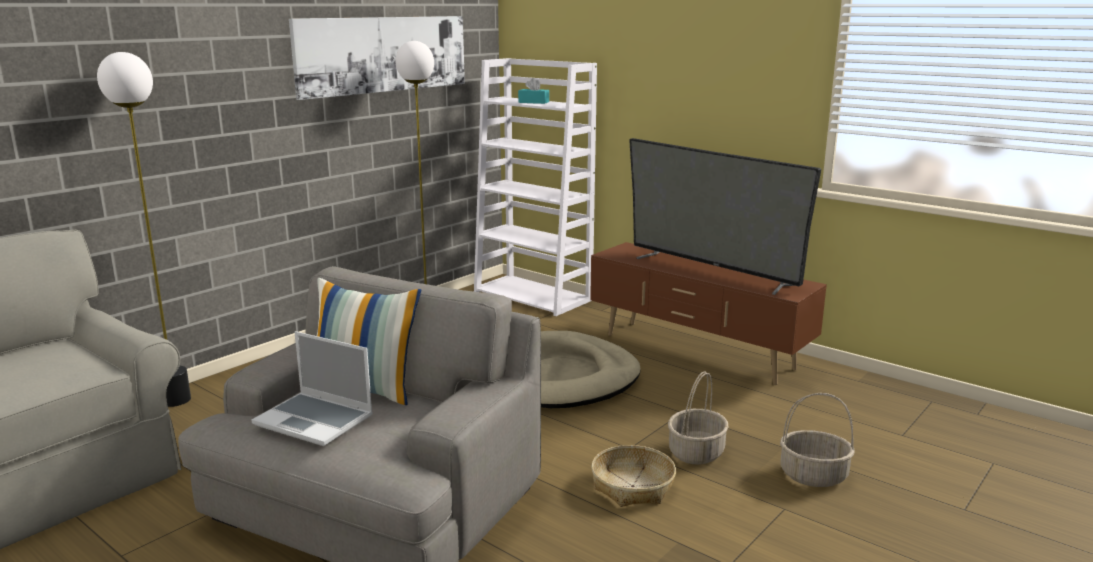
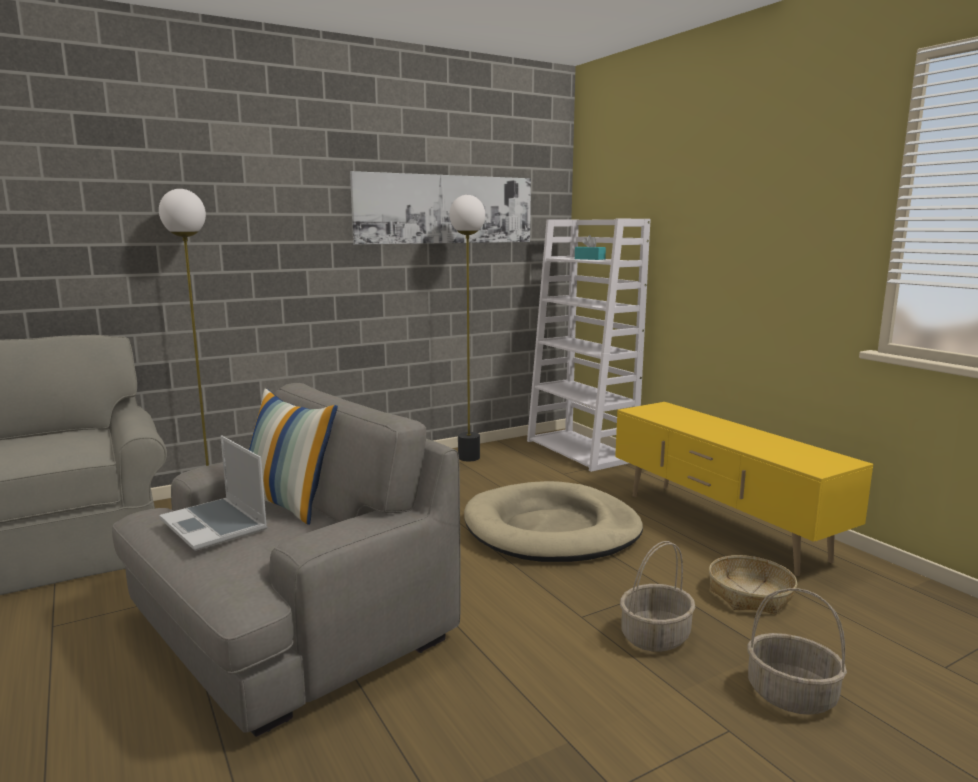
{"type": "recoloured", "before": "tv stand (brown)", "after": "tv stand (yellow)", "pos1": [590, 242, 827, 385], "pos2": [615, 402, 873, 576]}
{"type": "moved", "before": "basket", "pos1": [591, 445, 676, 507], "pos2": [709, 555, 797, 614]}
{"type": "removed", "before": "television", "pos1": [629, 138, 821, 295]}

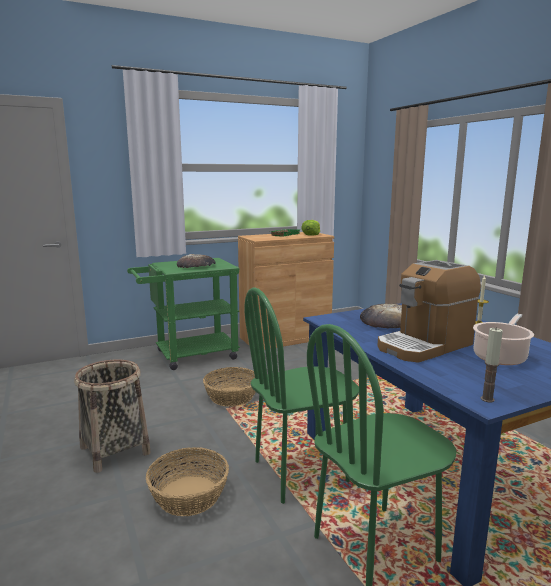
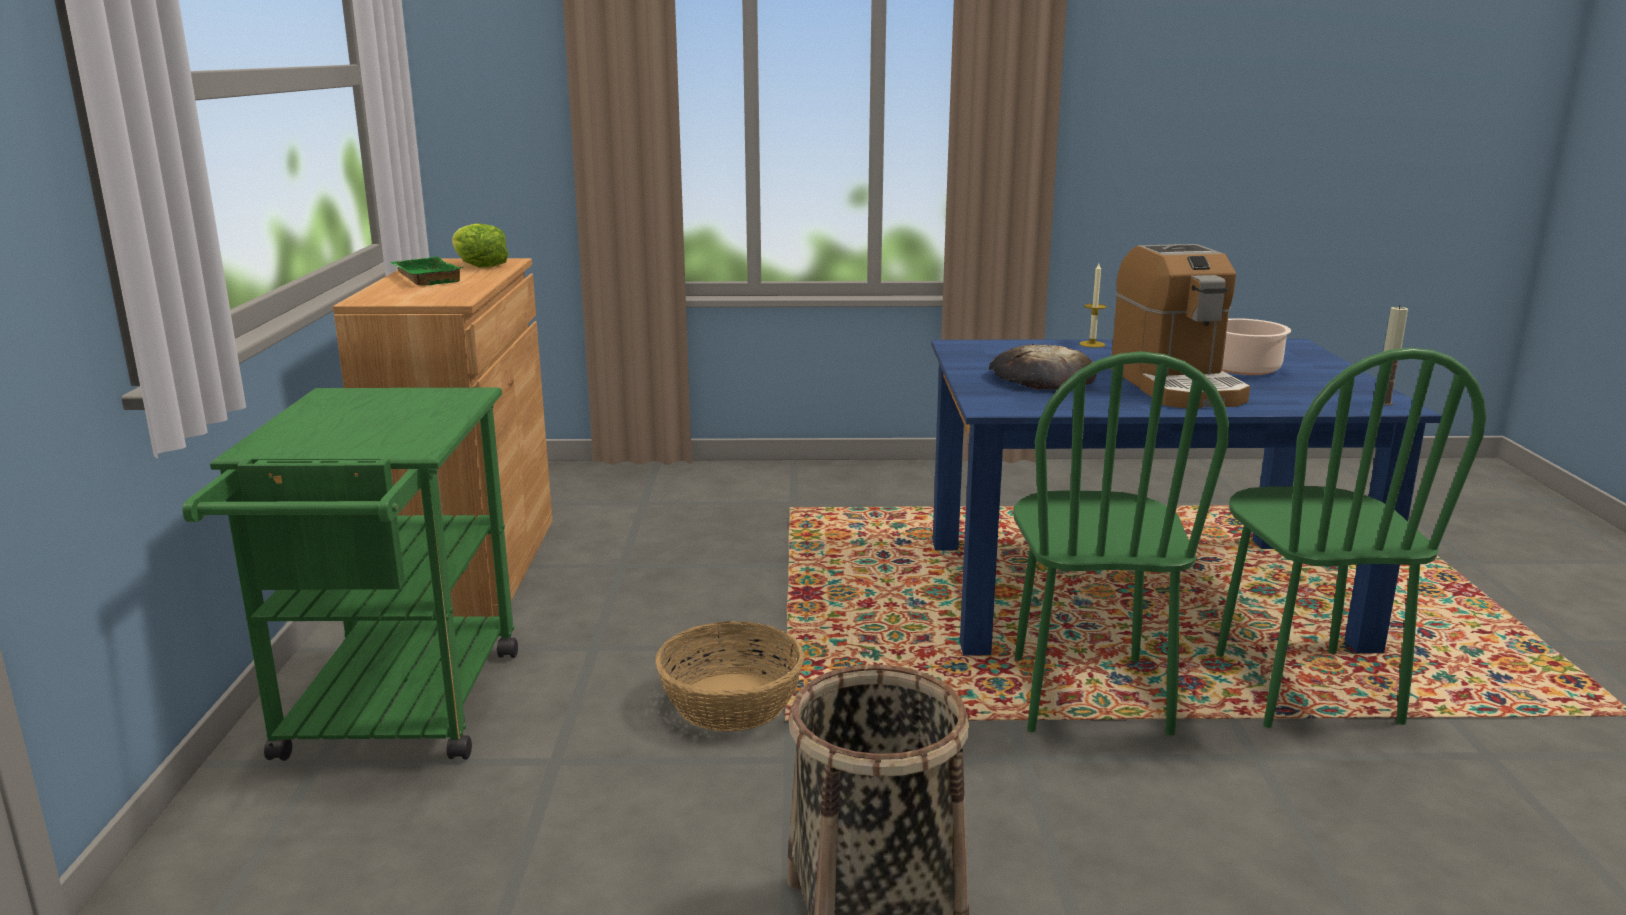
{"type": "removed", "before": "basket", "pos1": [146, 447, 229, 516]}
{"type": "removed", "before": "bread", "pos1": [177, 254, 216, 268]}

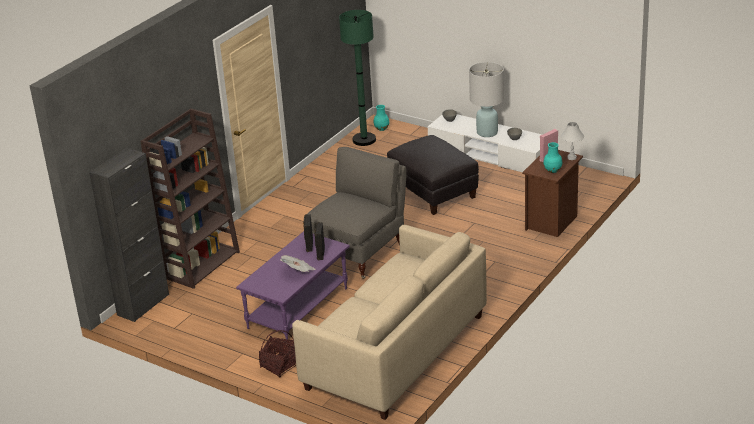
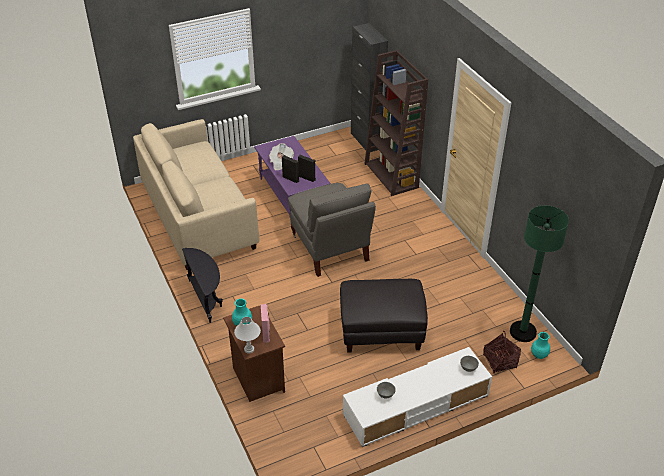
{"type": "moved", "before": "basket", "pos1": [259, 330, 296, 378], "pos2": [483, 331, 521, 373]}
{"type": "removed", "before": "table lamp (white)", "pos1": [469, 62, 504, 137]}
{"type": "added", "after": "side table (black)", "pos2": [182, 248, 223, 323]}

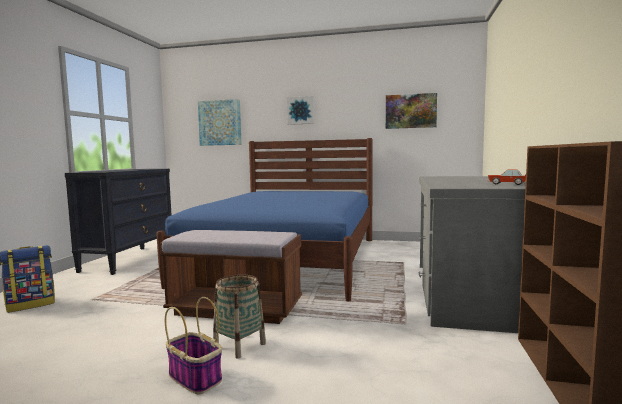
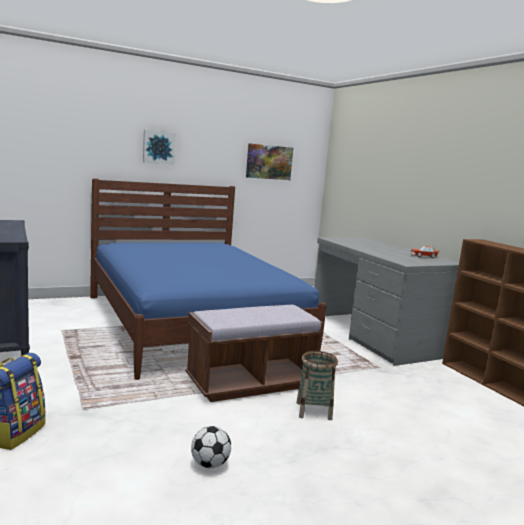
{"type": "removed", "before": "basket", "pos1": [165, 297, 222, 395]}
{"type": "removed", "before": "picture", "pos1": [198, 99, 242, 146]}
{"type": "added", "after": "football", "pos2": [191, 426, 231, 468]}

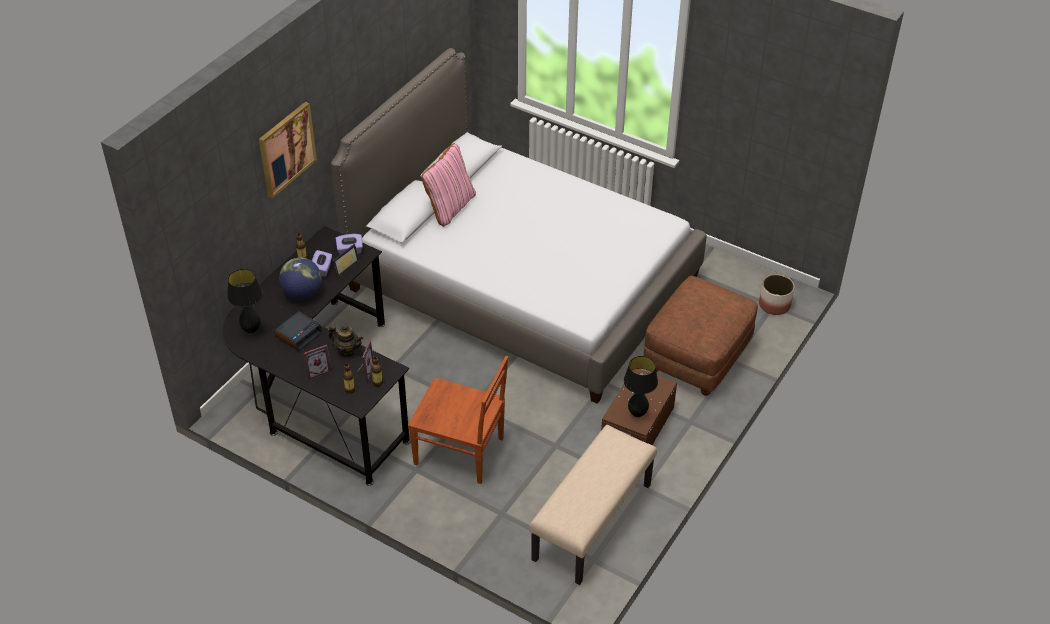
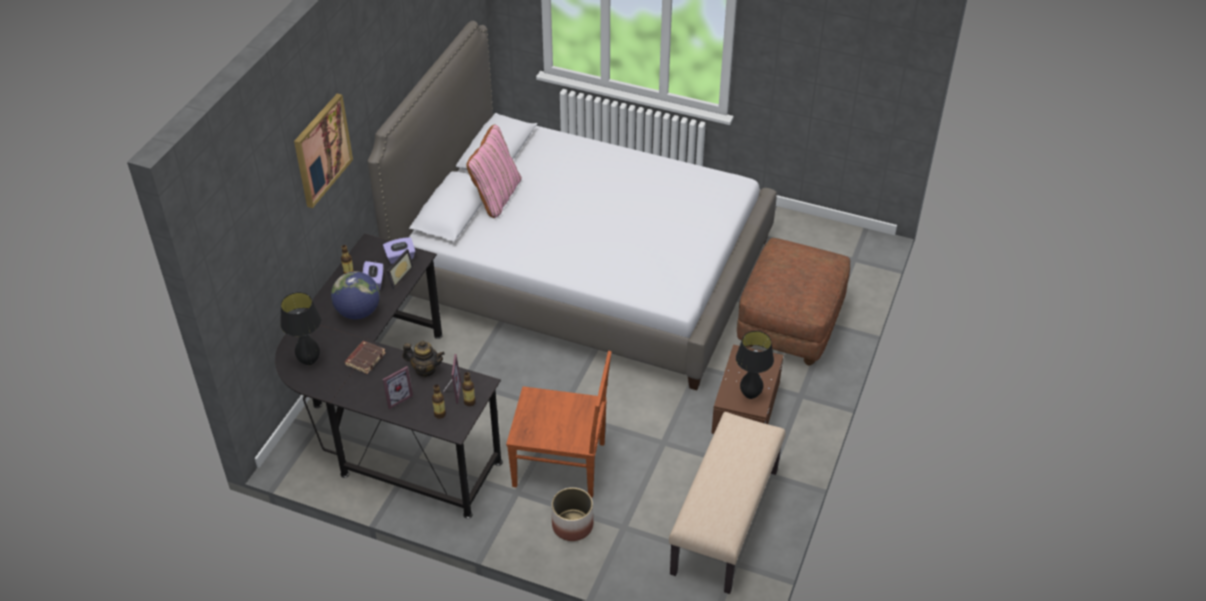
{"type": "replaced", "before": "alarm clock", "after": "book (brown)", "pos1": [274, 311, 322, 351], "pos2": [344, 341, 386, 374]}
{"type": "moved", "before": "planter", "pos1": [759, 274, 794, 315], "pos2": [551, 487, 593, 541]}

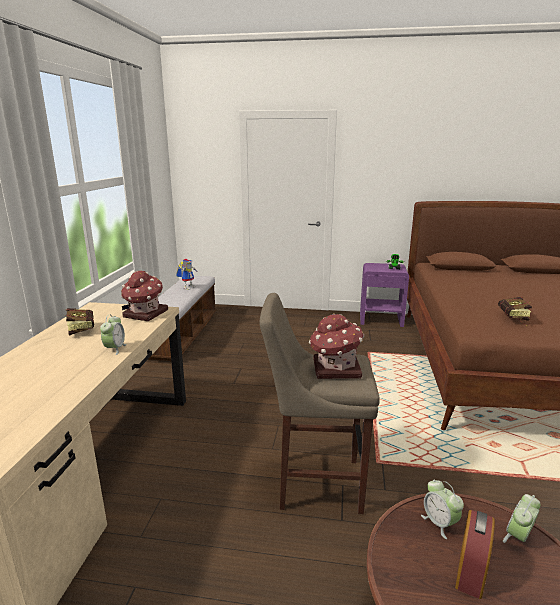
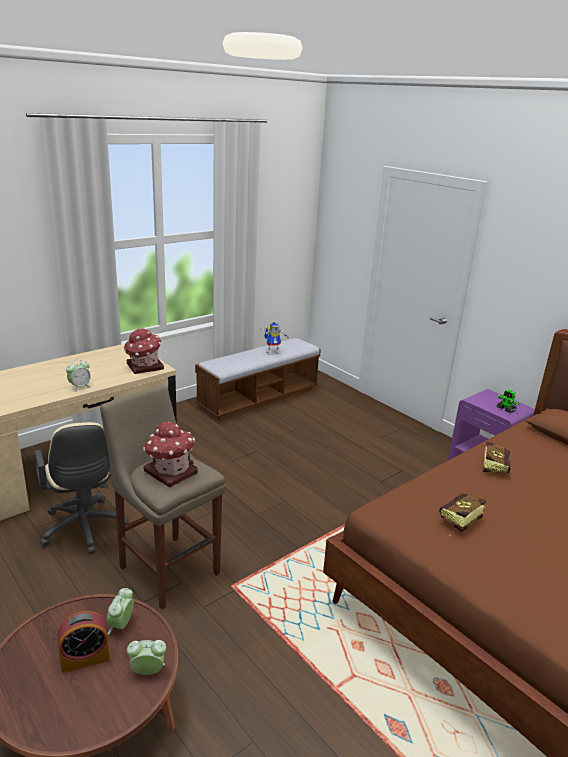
{"type": "moved", "before": "book", "pos1": [65, 308, 94, 336], "pos2": [483, 441, 510, 474]}
{"type": "added", "after": "office chair (beige)", "pos2": [34, 422, 128, 554]}

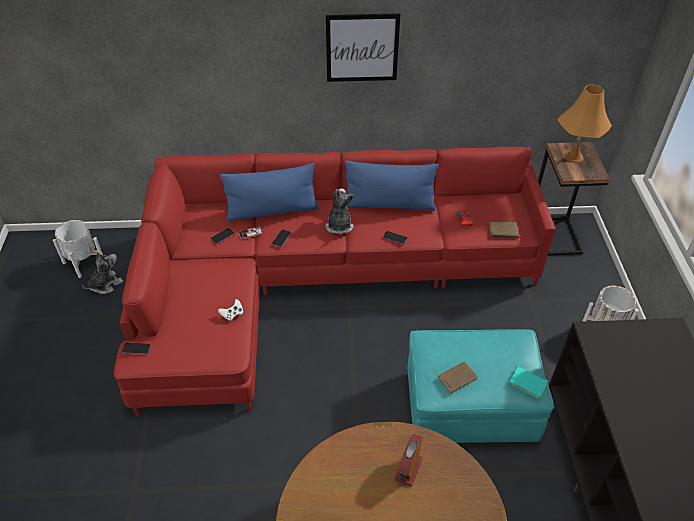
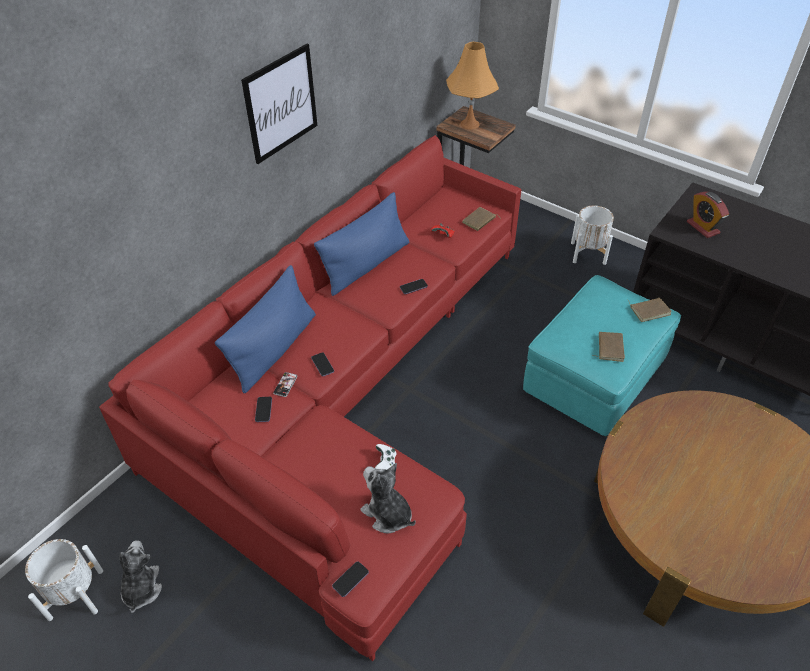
{"type": "moved", "before": "plush toy", "pos1": [326, 188, 354, 234], "pos2": [360, 463, 416, 534]}
{"type": "moved", "before": "alarm clock", "pos1": [394, 434, 423, 486], "pos2": [687, 192, 729, 238]}
{"type": "recoloured", "before": "book (turquoise)", "after": "book (brown)", "pos1": [508, 362, 548, 399], "pos2": [628, 298, 672, 322]}

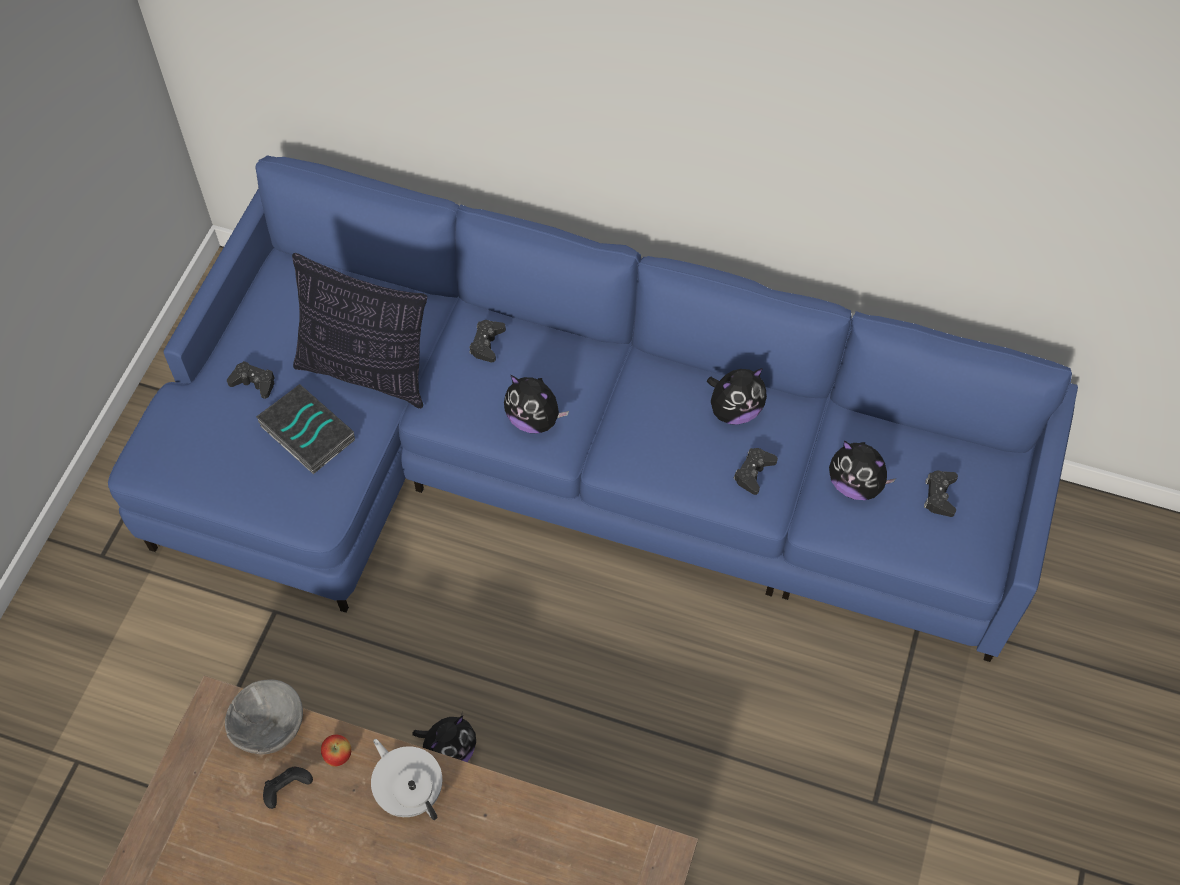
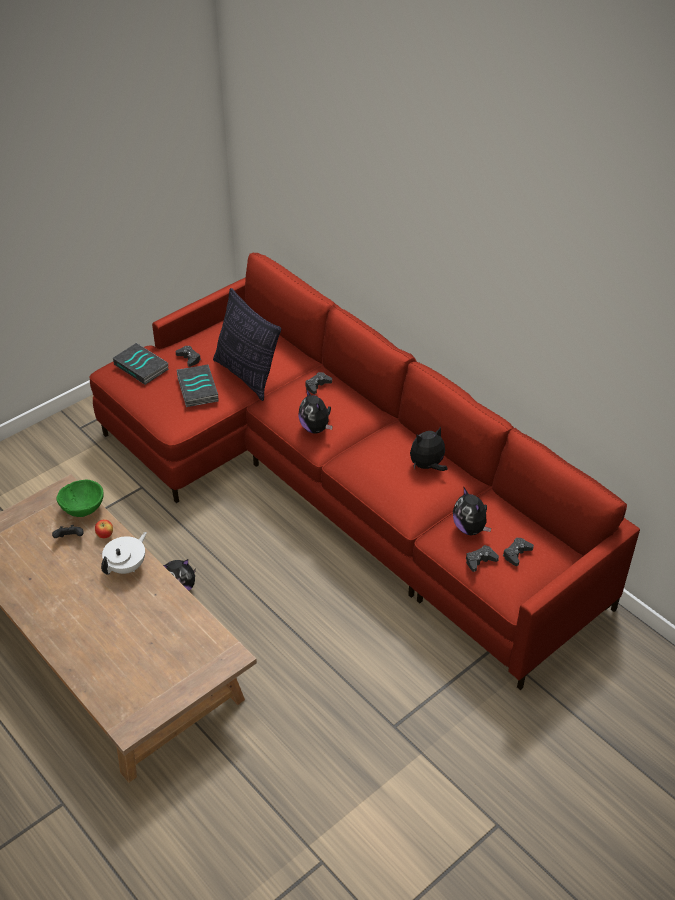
{"type": "recoloured", "before": "sofa (blue)", "after": "sofa (red)", "pos1": [108, 155, 1078, 662], "pos2": [89, 253, 640, 690]}
{"type": "recoloured", "before": "bowl (grey)", "after": "bowl (green)", "pos1": [225, 679, 303, 754], "pos2": [56, 480, 104, 517]}
{"type": "turned", "before": "teapot (white)", "pos1": [371, 739, 442, 820], "pos2": [101, 532, 147, 575], "turn": 45}
{"type": "turned", "before": "plush toy", "pos1": [707, 368, 767, 425], "pos2": [410, 427, 447, 471], "turn": 150}
{"type": "moved", "before": "game controller (black)", "pos1": [733, 448, 778, 495], "pos2": [466, 545, 499, 572]}
{"type": "added", "after": "book", "pos2": [113, 343, 169, 385]}

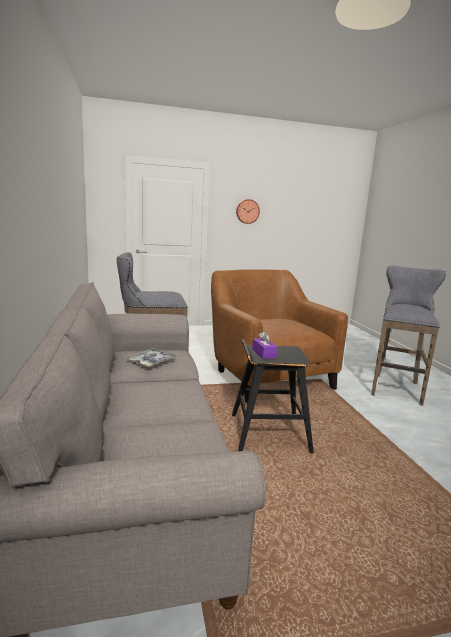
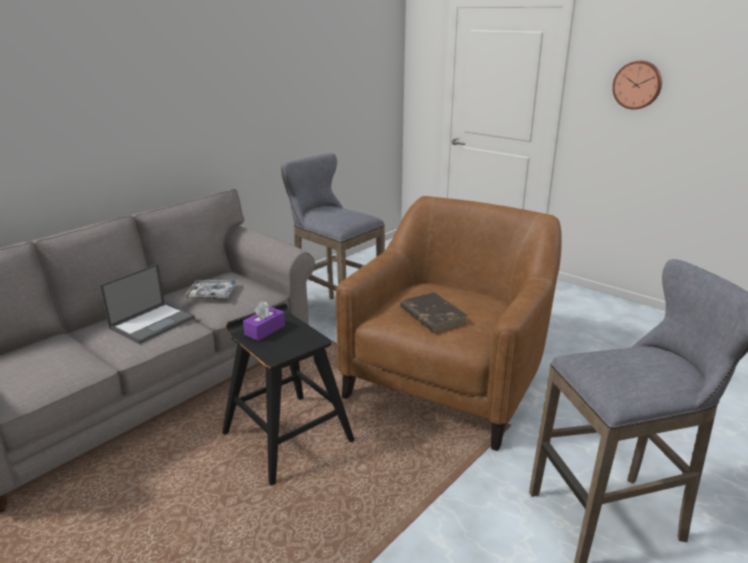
{"type": "added", "after": "laptop", "pos2": [100, 264, 195, 344]}
{"type": "added", "after": "book (brown)", "pos2": [400, 292, 468, 333]}

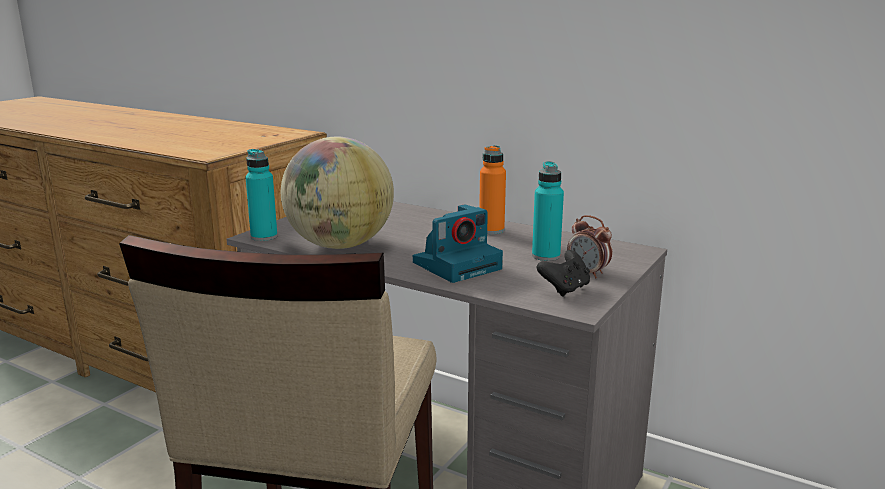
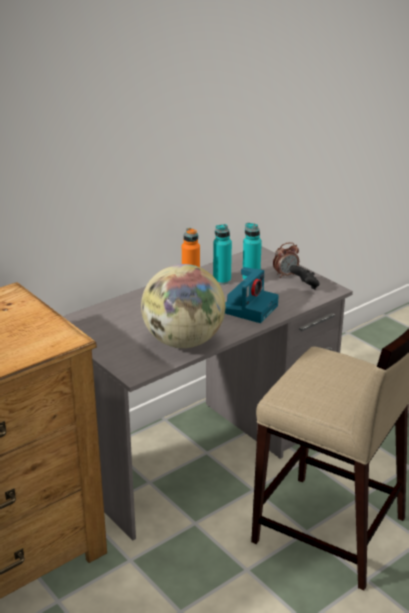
{"type": "moved", "before": "bottle (turquoise)", "pos1": [245, 149, 278, 241], "pos2": [213, 224, 232, 285]}
{"type": "turned", "before": "photo camera", "pos1": [413, 204, 503, 283], "pos2": [225, 267, 279, 323], "turn": 45}

